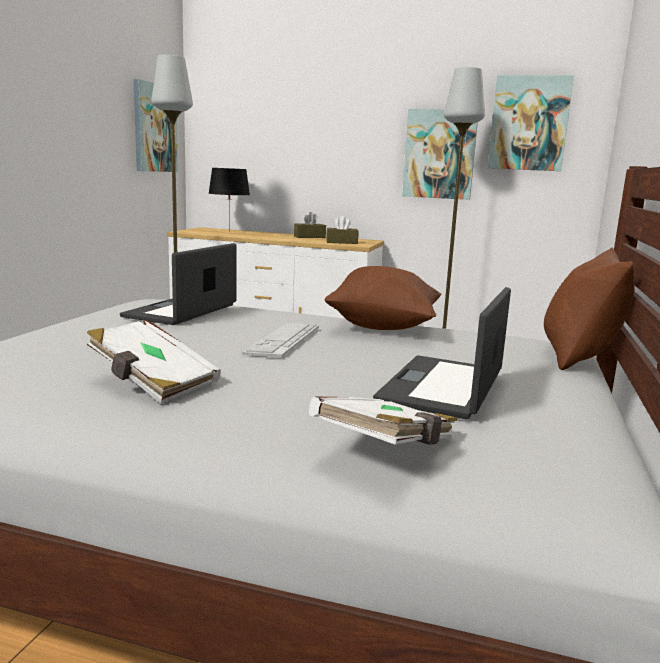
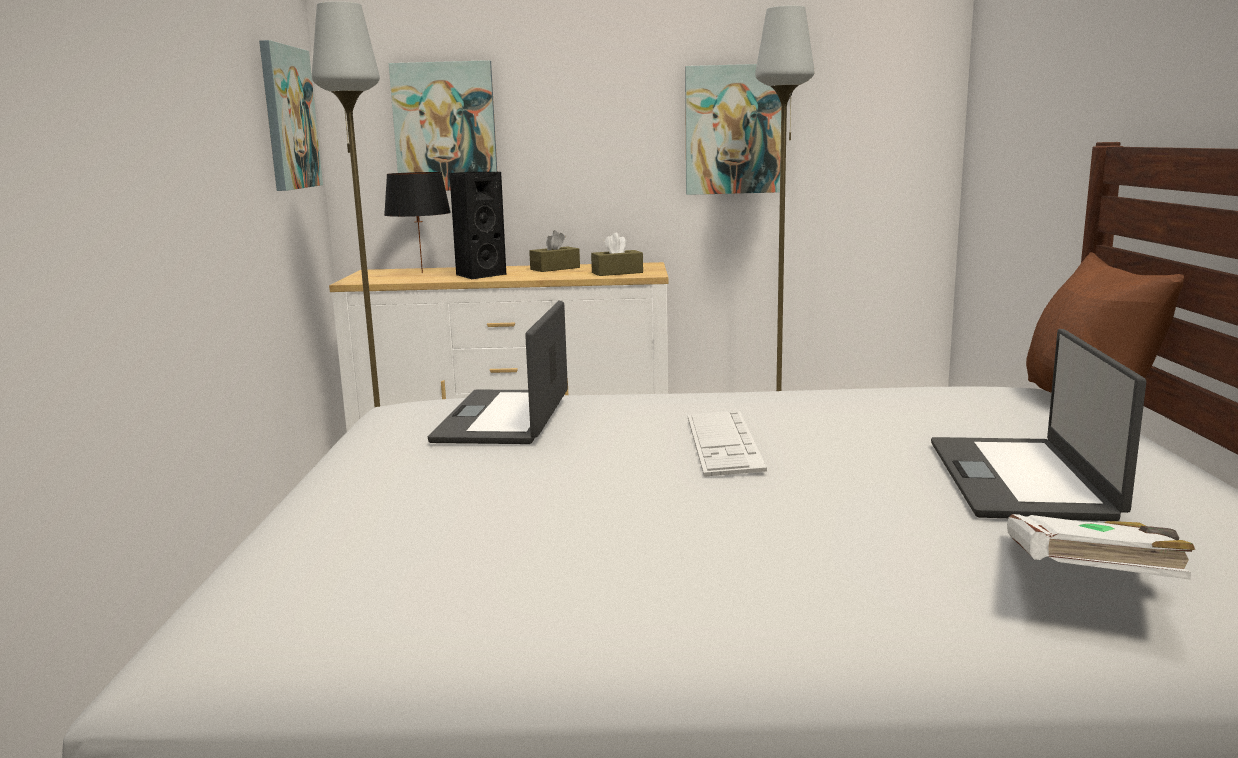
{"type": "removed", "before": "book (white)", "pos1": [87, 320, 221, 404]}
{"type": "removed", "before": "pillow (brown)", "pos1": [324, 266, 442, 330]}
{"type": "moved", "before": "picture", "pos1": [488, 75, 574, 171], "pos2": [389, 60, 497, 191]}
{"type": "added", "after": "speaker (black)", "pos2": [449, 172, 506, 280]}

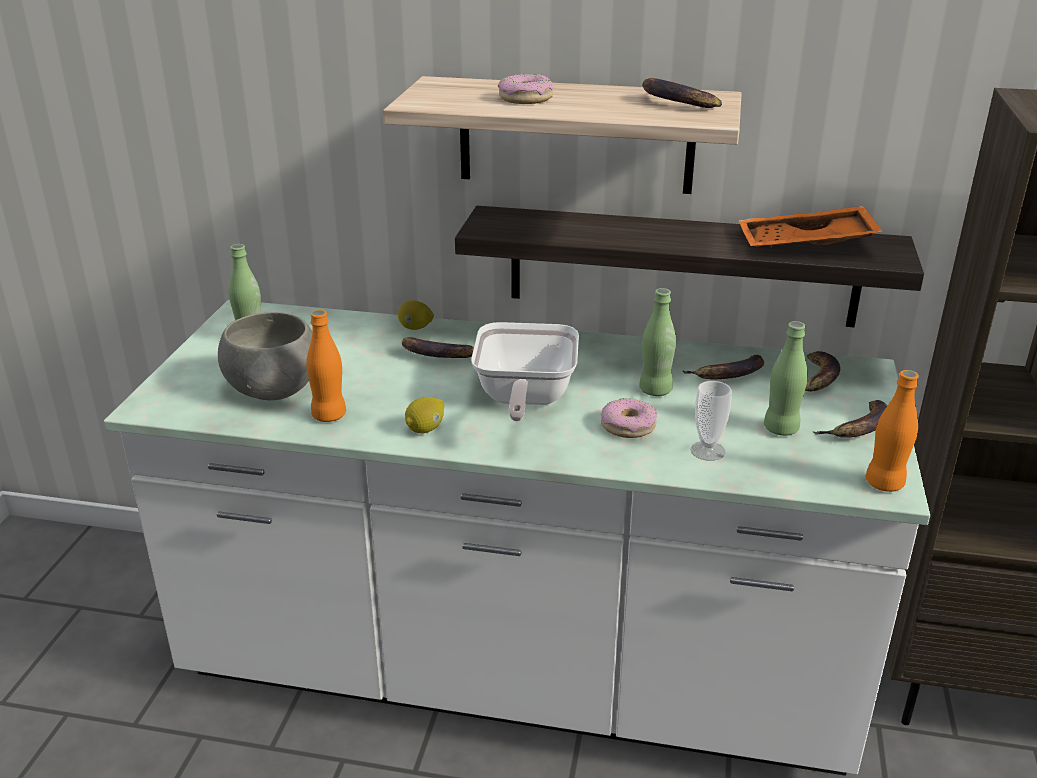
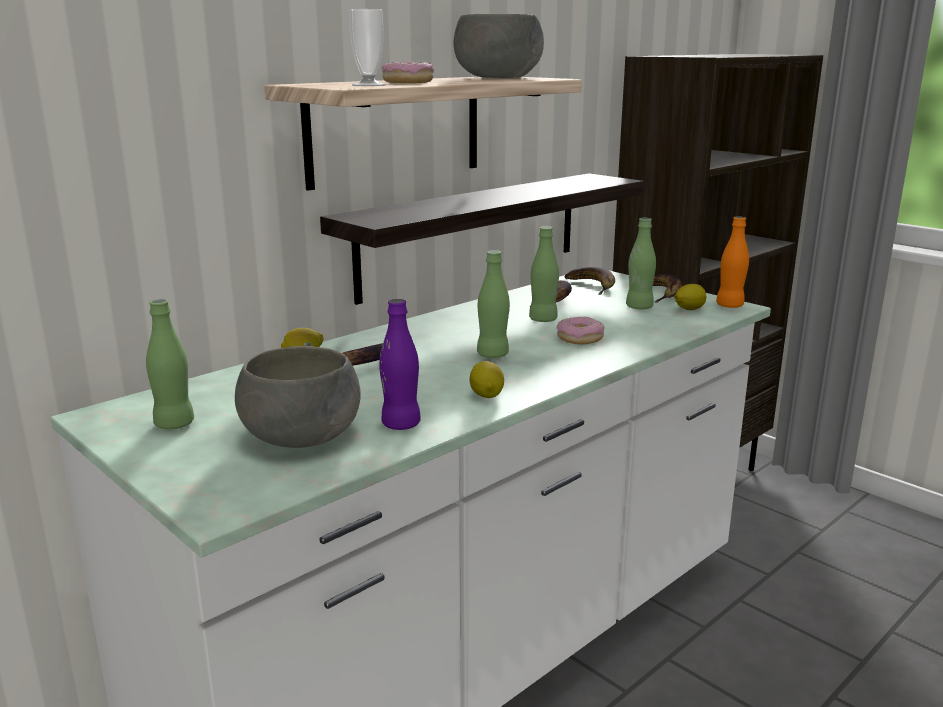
{"type": "recoloured", "before": "bottle (orange)", "after": "bottle (purple)", "pos1": [306, 310, 346, 422], "pos2": [379, 299, 421, 430]}
{"type": "replaced", "before": "frying pan", "after": "bottle (green)", "pos1": [471, 322, 579, 421], "pos2": [477, 250, 510, 358]}
{"type": "replaced", "before": "banana", "after": "bowl (grey)", "pos1": [642, 78, 722, 108], "pos2": [454, 14, 544, 78]}
{"type": "moved", "before": "cup", "pos1": [690, 381, 732, 461], "pos2": [350, 9, 386, 86]}
{"type": "removed", "before": "tray (orange)", "pos1": [738, 206, 883, 248]}
{"type": "added", "after": "lemon", "pos2": [674, 284, 706, 310]}

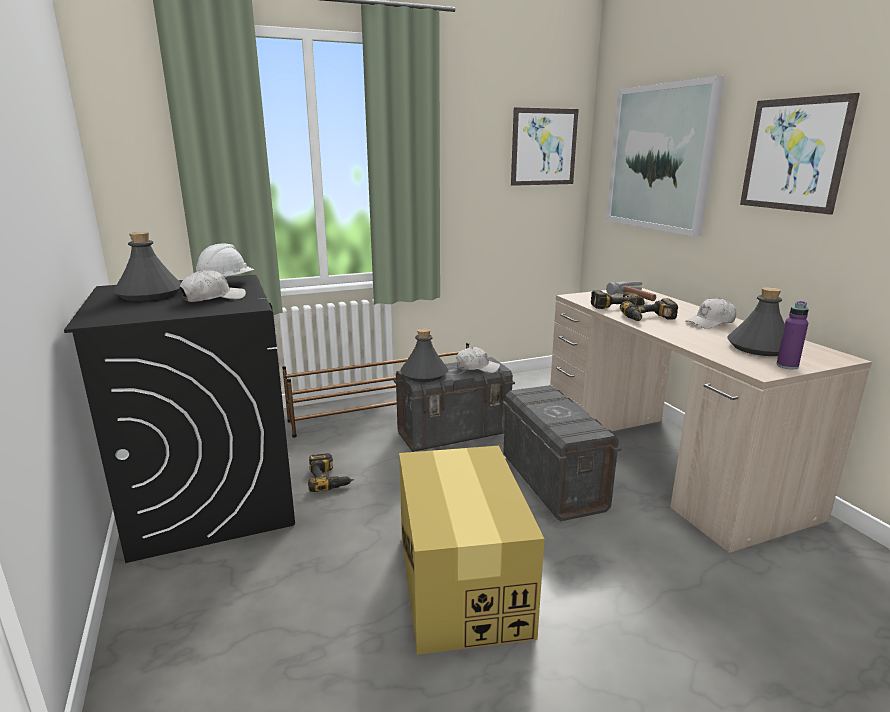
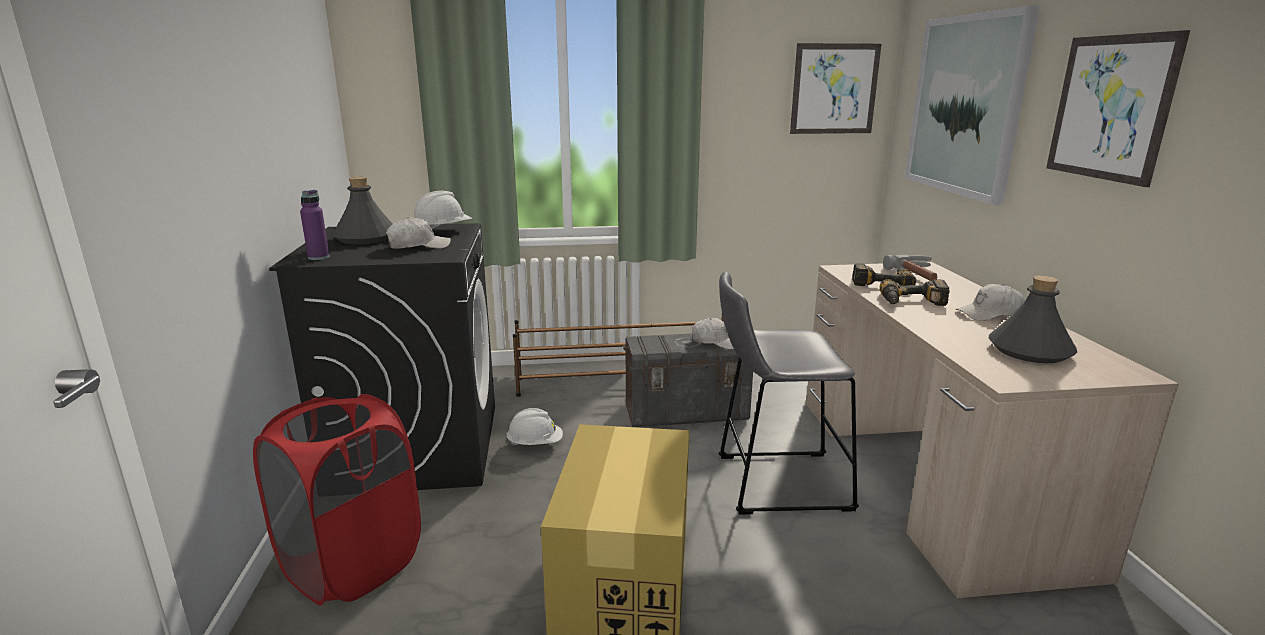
{"type": "replaced", "before": "power drill", "after": "hard hat (white)", "pos1": [308, 453, 354, 492], "pos2": [505, 408, 563, 446]}
{"type": "removed", "before": "bottle (grey)", "pos1": [400, 328, 448, 382]}
{"type": "replaced", "before": "storage box (grey)", "after": "stool (grey)", "pos1": [503, 385, 621, 521], "pos2": [719, 272, 859, 515]}
{"type": "moved", "before": "bottle (purple)", "pos1": [777, 301, 809, 369], "pos2": [300, 190, 330, 260]}
{"type": "added", "after": "laundry basket (red)", "pos2": [253, 394, 421, 606]}

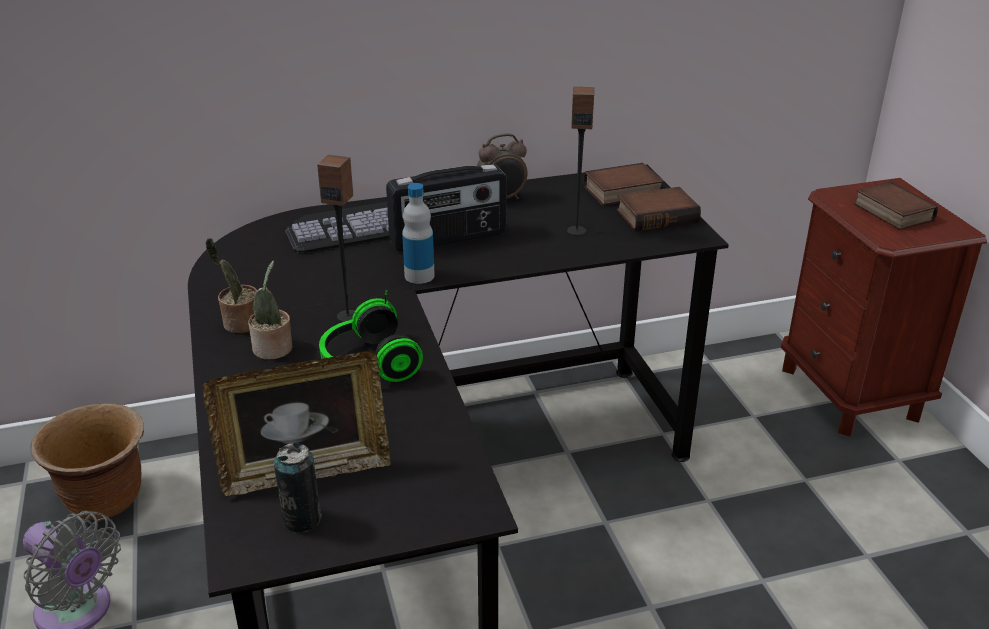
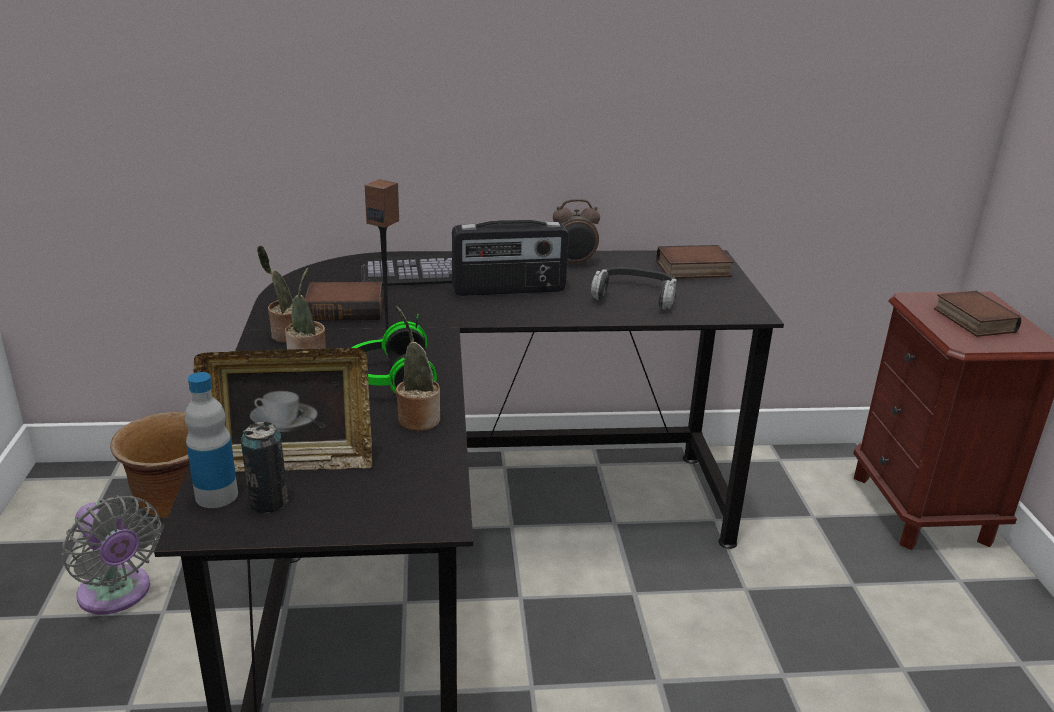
{"type": "moved", "before": "bottle", "pos1": [402, 183, 435, 284], "pos2": [185, 372, 238, 508]}
{"type": "replaced", "before": "speaker", "after": "headphones", "pos1": [567, 87, 594, 236], "pos2": [591, 267, 677, 309]}
{"type": "moved", "before": "book", "pos1": [617, 187, 701, 232], "pos2": [305, 282, 383, 321]}
{"type": "added", "after": "potted plant", "pos2": [395, 306, 440, 431]}

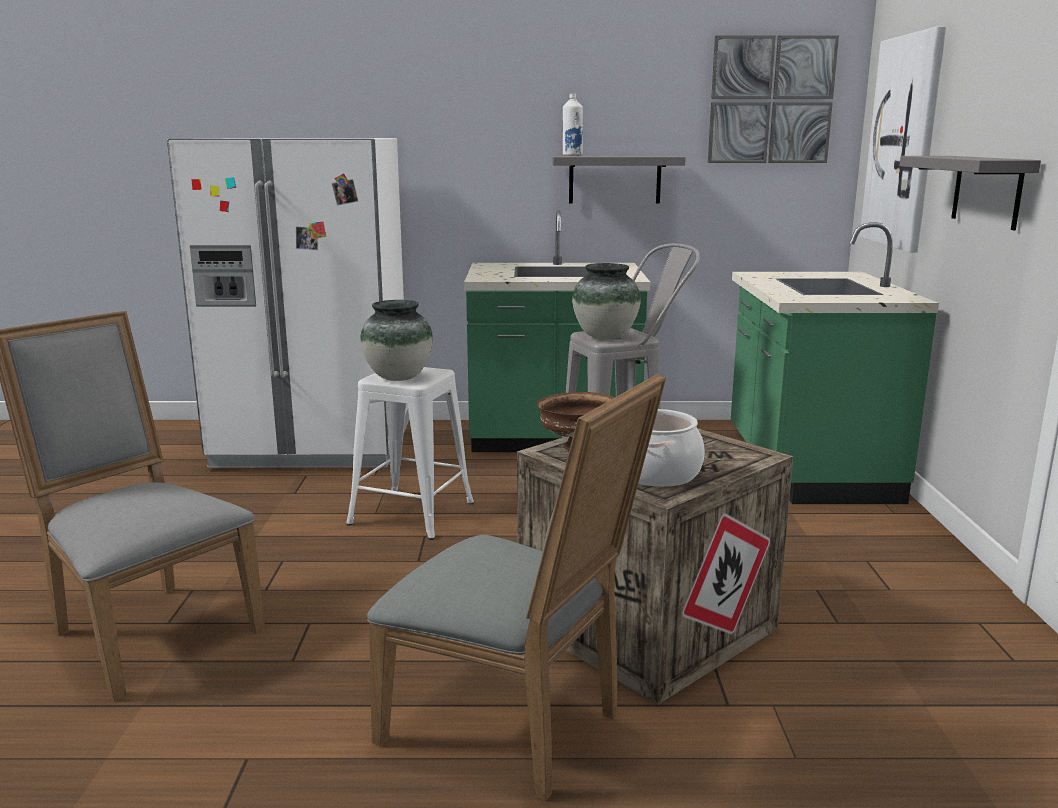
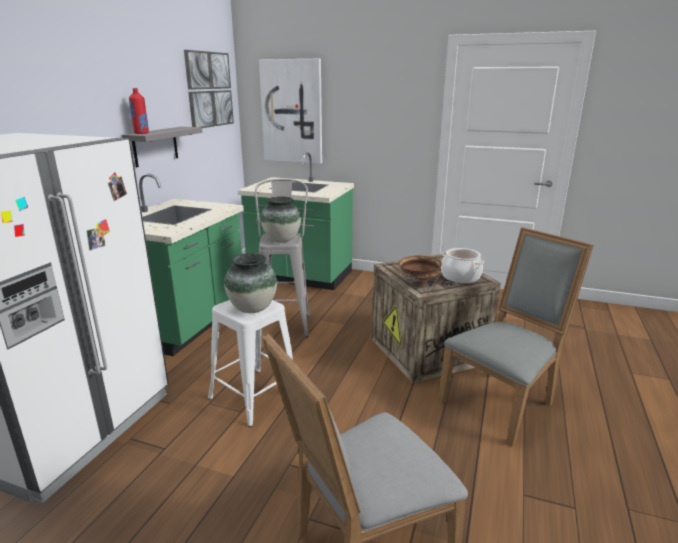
{"type": "recoloured", "before": "bottle (white)", "after": "bottle (red)", "pos1": [563, 93, 583, 156], "pos2": [129, 88, 149, 134]}
{"type": "removed", "before": "shelf (grey)", "pos1": [899, 156, 1041, 230]}

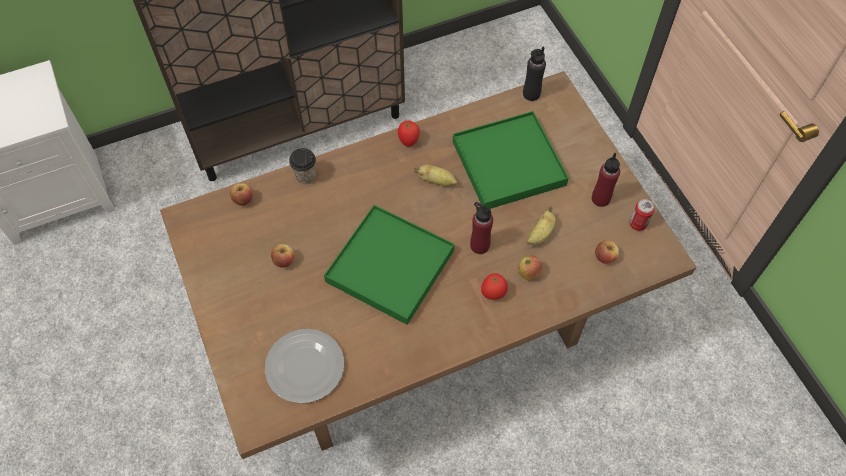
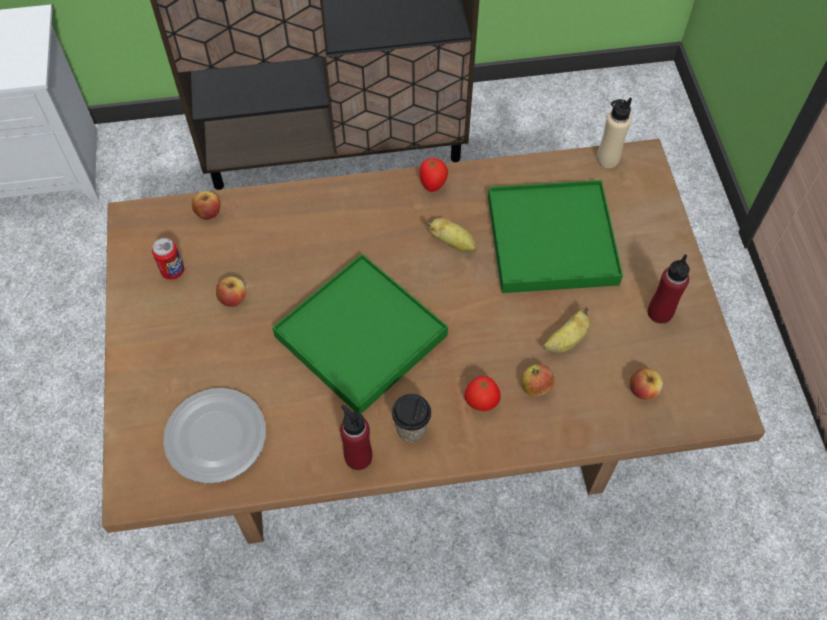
{"type": "moved", "before": "cup", "pos1": [289, 148, 316, 184], "pos2": [392, 394, 431, 442]}
{"type": "moved", "before": "bottle (red)", "pos1": [470, 202, 493, 254], "pos2": [340, 405, 372, 470]}
{"type": "recoloured", "before": "bottle (black)", "after": "bottle (beige)", "pos1": [523, 46, 546, 101], "pos2": [597, 98, 632, 168]}
{"type": "moved", "before": "can", "pos1": [629, 199, 655, 231], "pos2": [152, 238, 184, 280]}

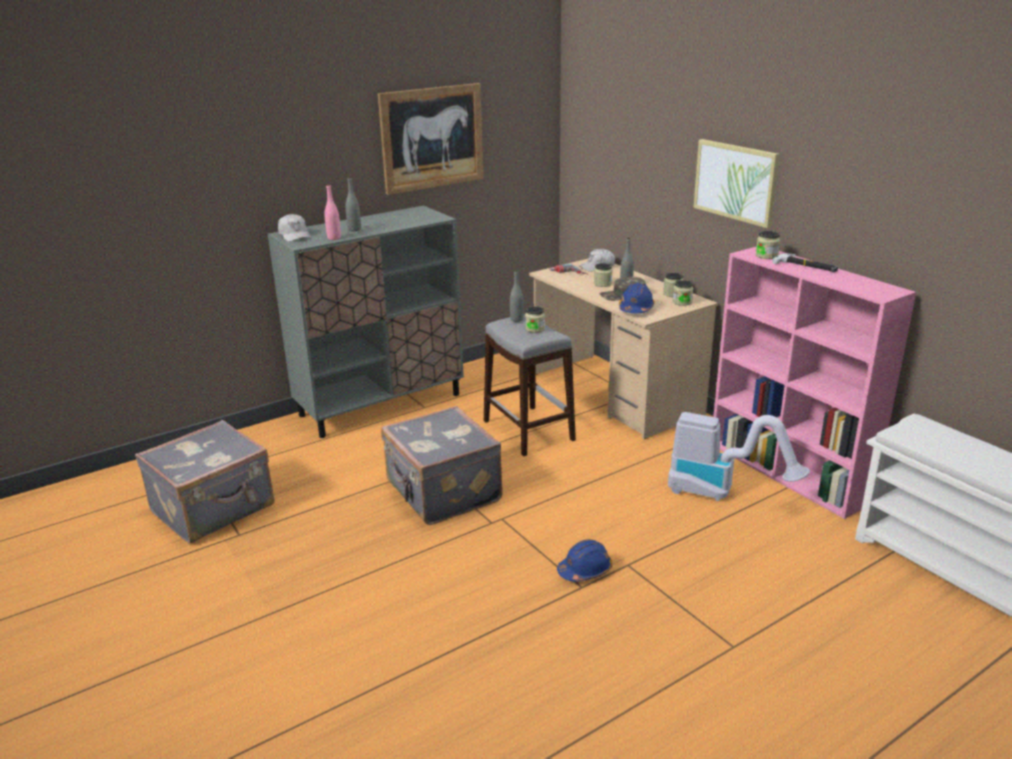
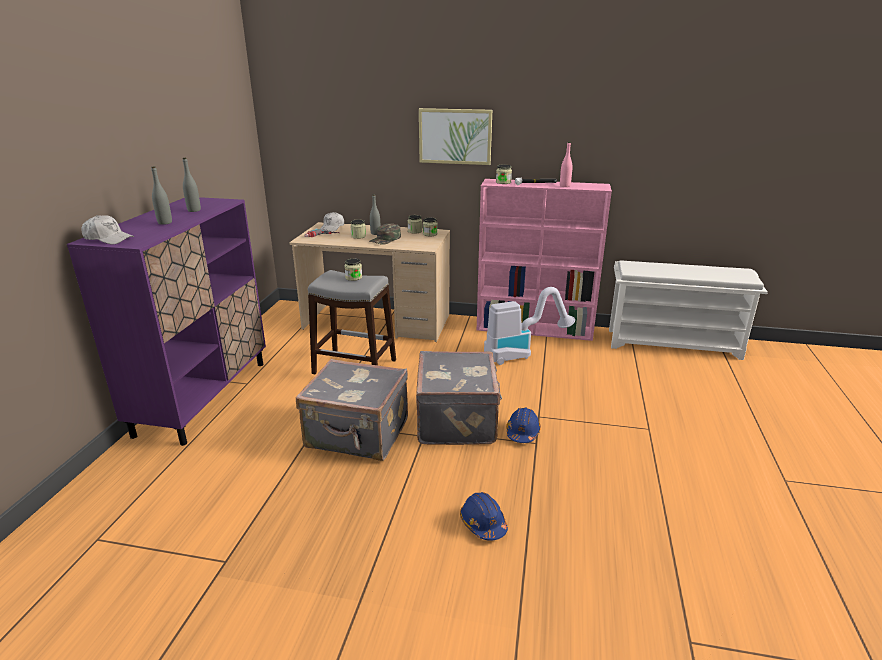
{"type": "moved", "before": "suitcase (grey)", "pos1": [135, 420, 274, 543], "pos2": [416, 351, 502, 445]}
{"type": "recoloured", "before": "cabinet (grey)", "after": "cabinet (purple)", "pos1": [268, 206, 464, 438], "pos2": [67, 197, 266, 446]}
{"type": "moved", "before": "bottle (pink)", "pos1": [324, 184, 341, 240], "pos2": [560, 142, 573, 187]}
{"type": "removed", "before": "picture", "pos1": [378, 83, 483, 195]}
{"type": "moved", "before": "bottle (grey)", "pos1": [510, 270, 524, 322], "pos2": [183, 158, 201, 212]}
{"type": "moved", "before": "hard hat (blue)", "pos1": [619, 283, 655, 313], "pos2": [460, 492, 508, 541]}

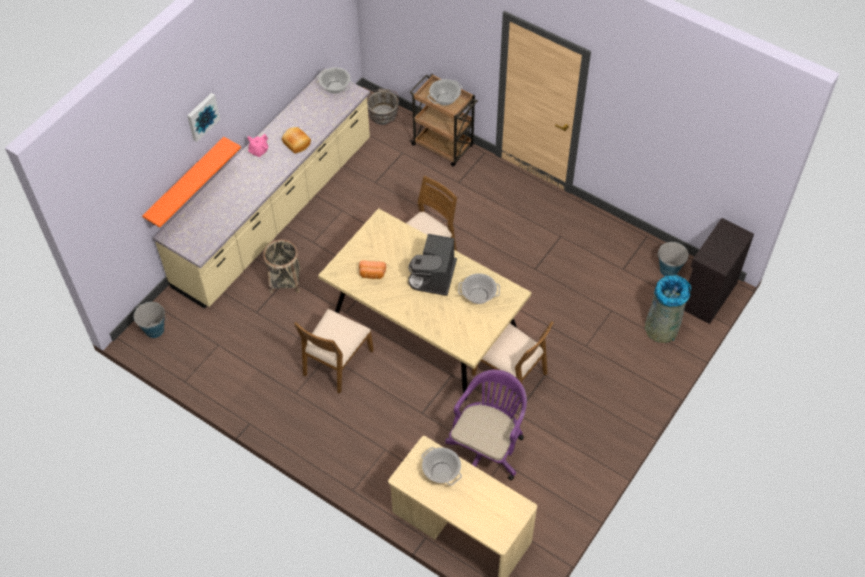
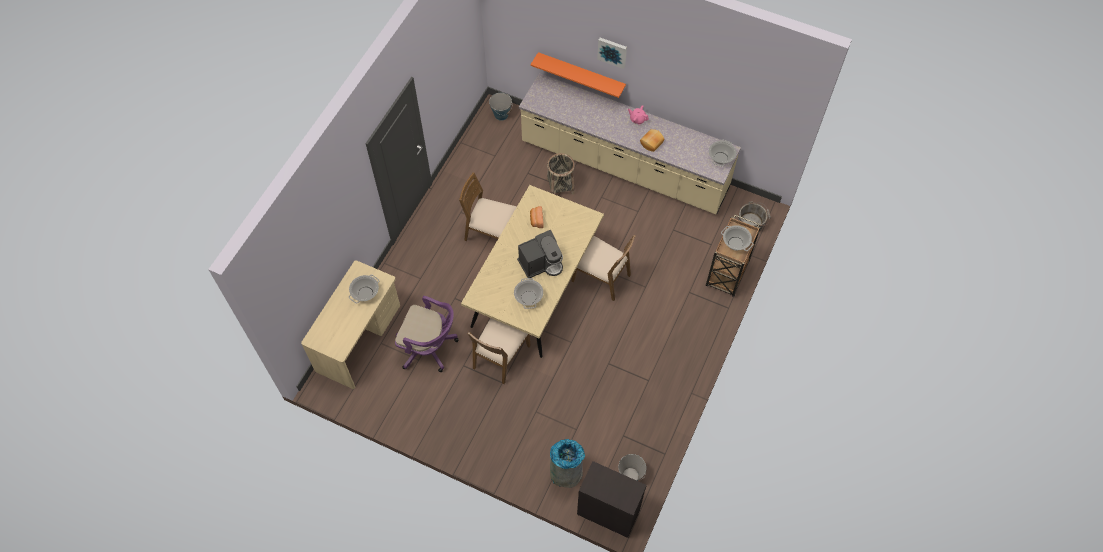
{"type": "turned", "before": "coffee machine", "pos1": [408, 234, 457, 296], "pos2": [517, 230, 563, 278], "turn": 150}

